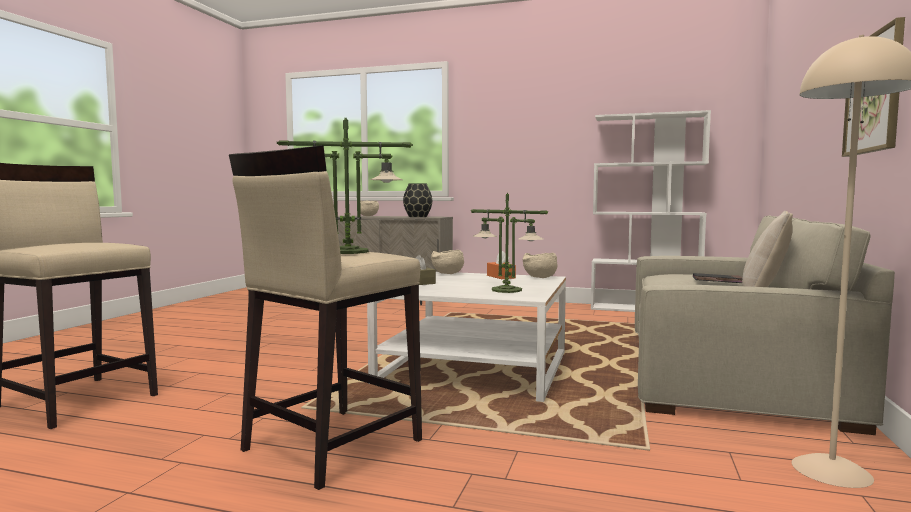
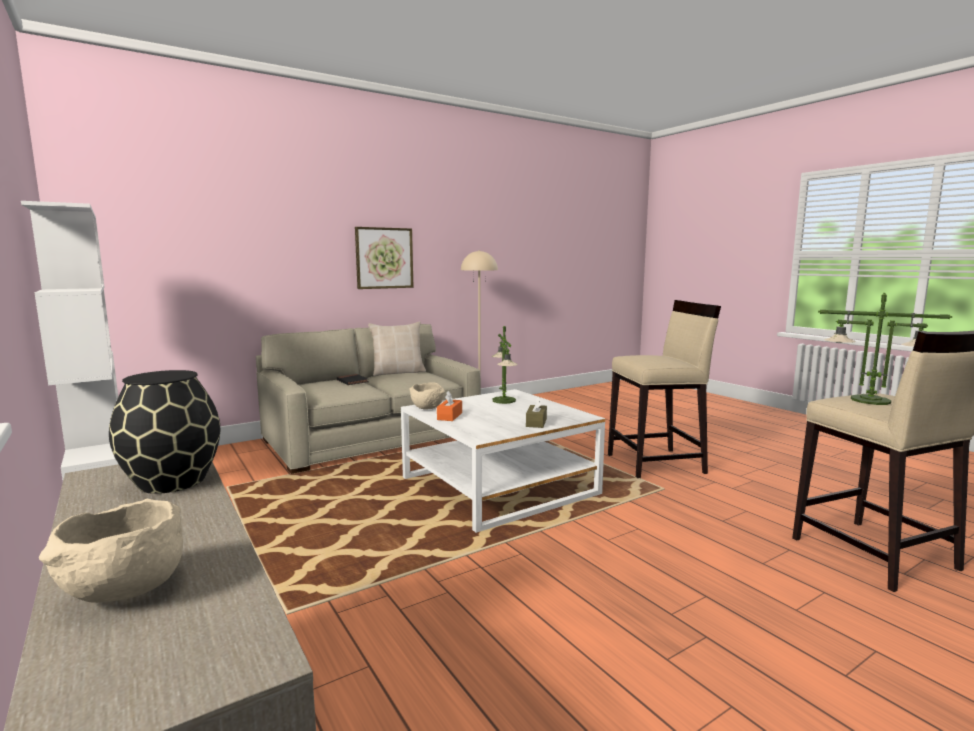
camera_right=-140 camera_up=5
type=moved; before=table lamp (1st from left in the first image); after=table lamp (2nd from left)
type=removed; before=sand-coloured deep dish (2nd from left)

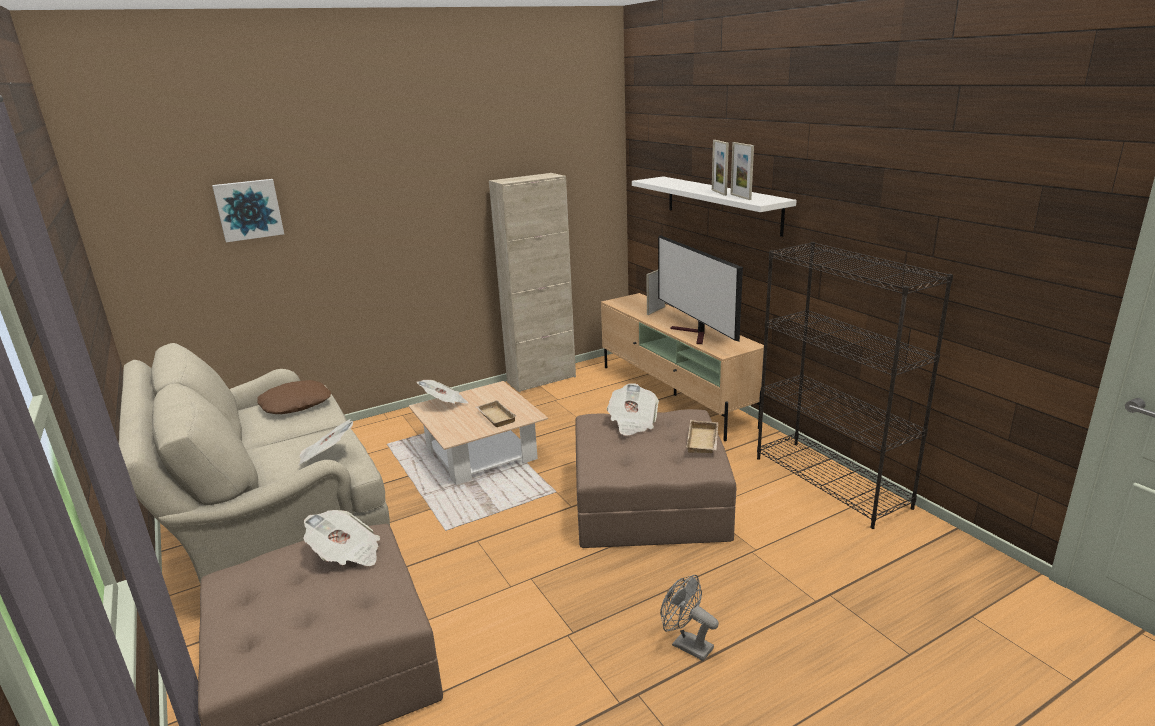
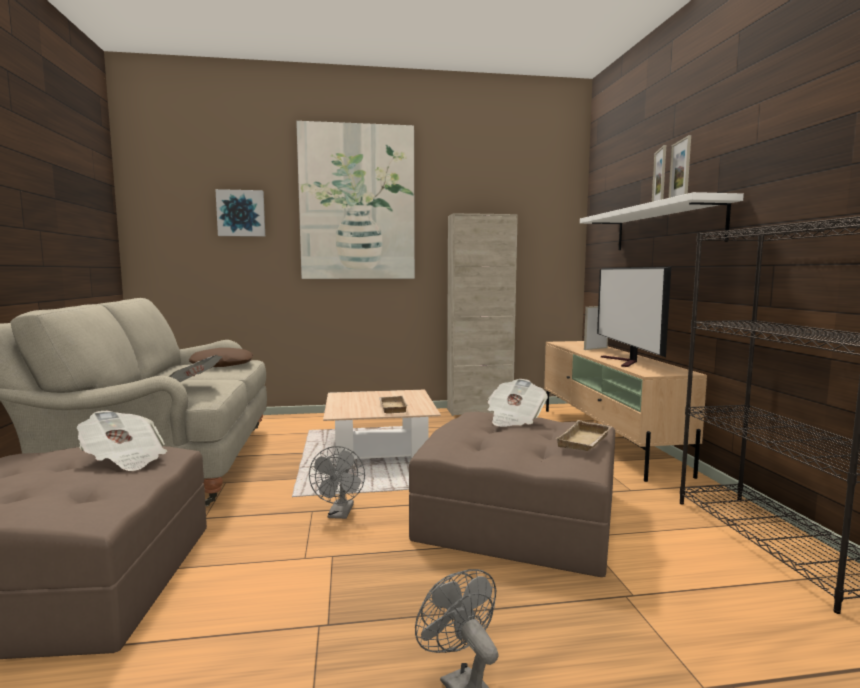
camera_right=20 camera_up=-15
type=added; after=picture (2nd from left)
type=added; after=gray fan (1st from left)
type=removed; before=daily paper (3rd from left)

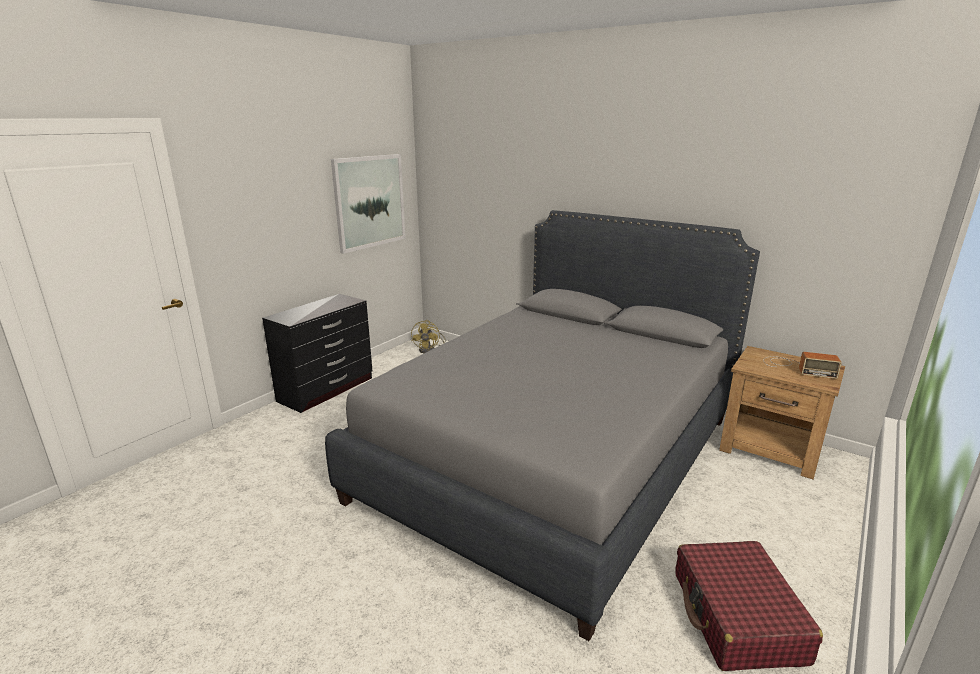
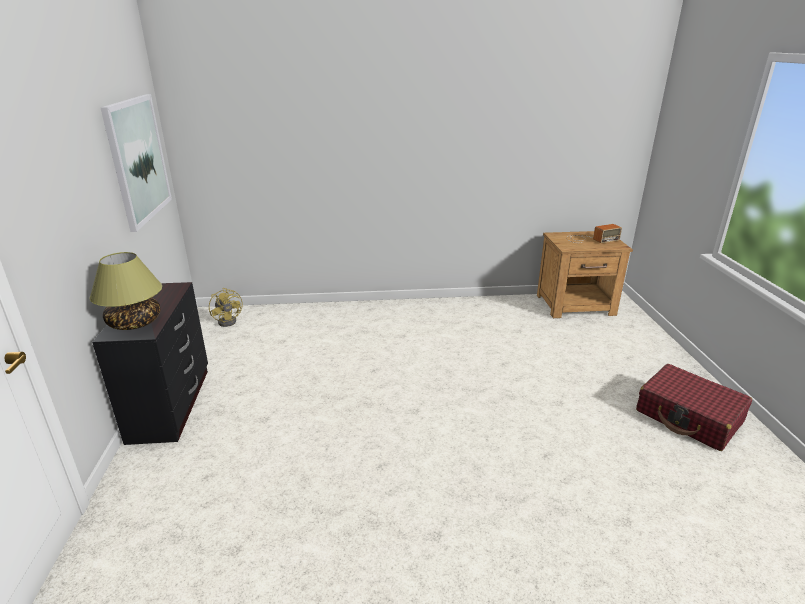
camera_right=-40 camera_up=5
type=added; after=table lamp
type=removed; before=gray bed

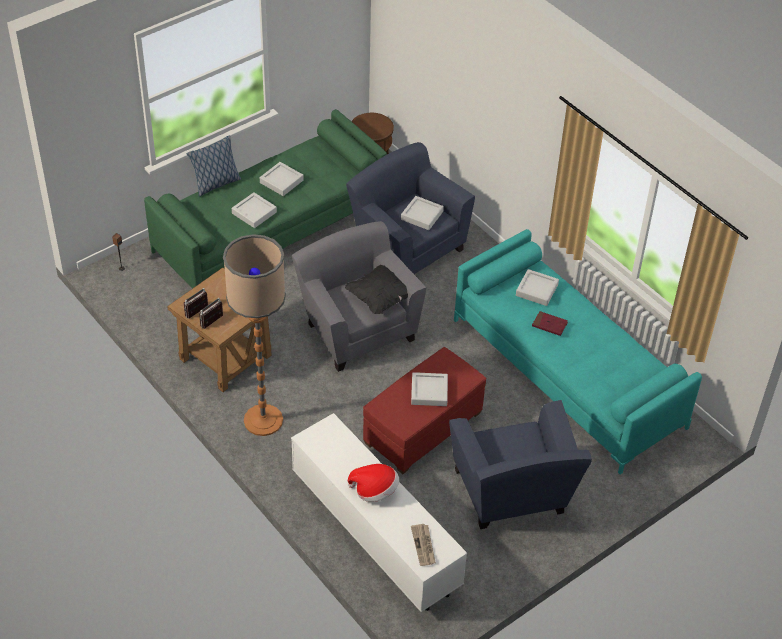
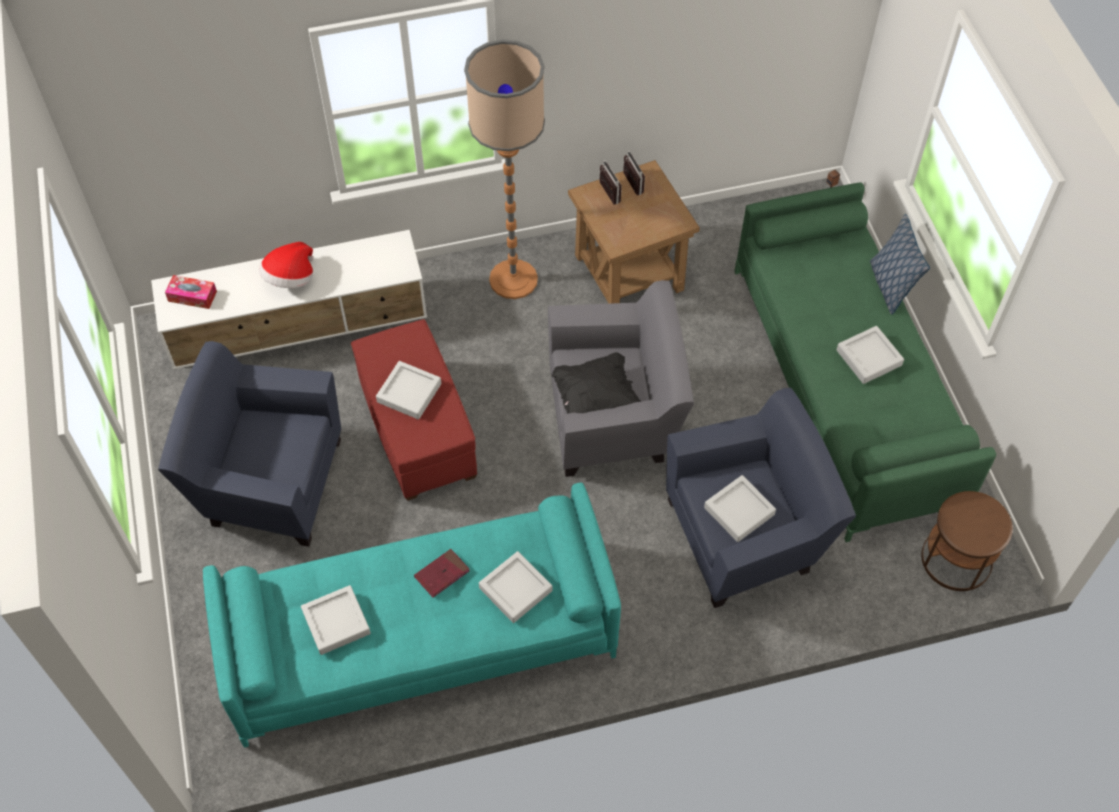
camera_right=115 camera_up=10
type=replaced; before=daily paper; after=box of tissues
type=moved; before=gray serving tray (1st from left)

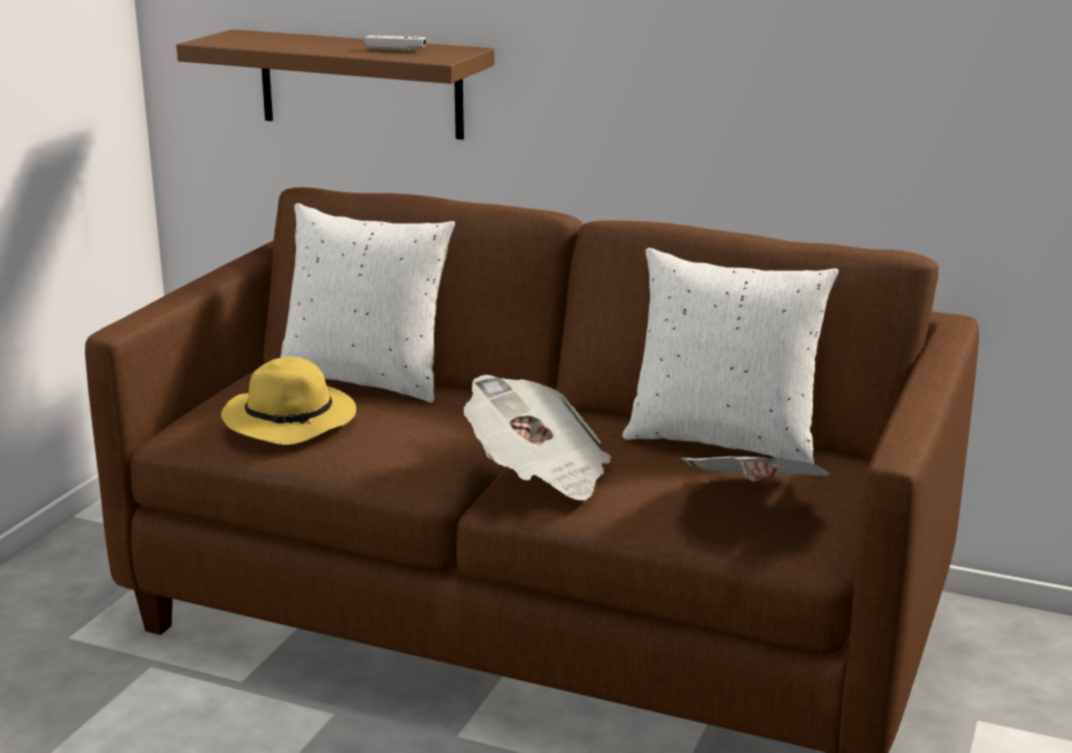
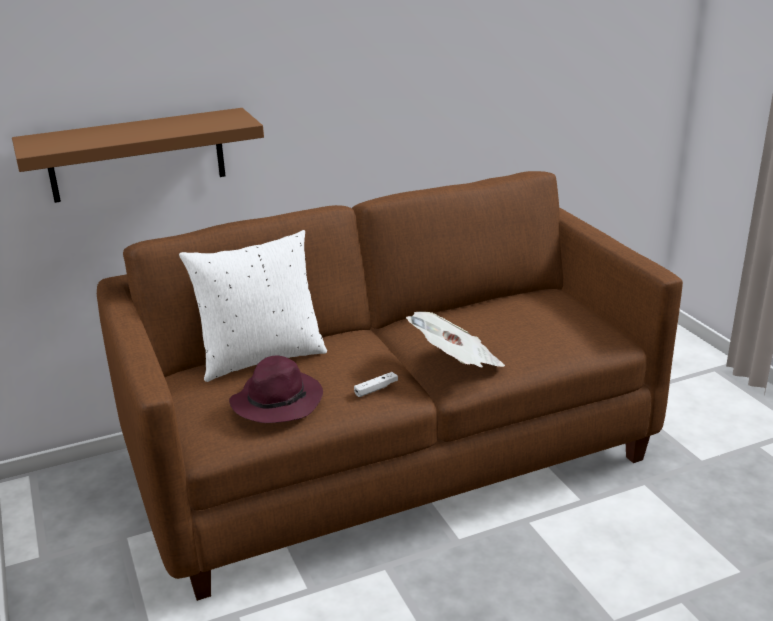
camera_right=-45 camera_up=5
type=recoloured; before=yellow hat; after=purple-coloured hat
type=moved; before=white gamepad
type=removed; before=white pillow (2nd from left)
type=removed; before=daily paper (2nd from left)

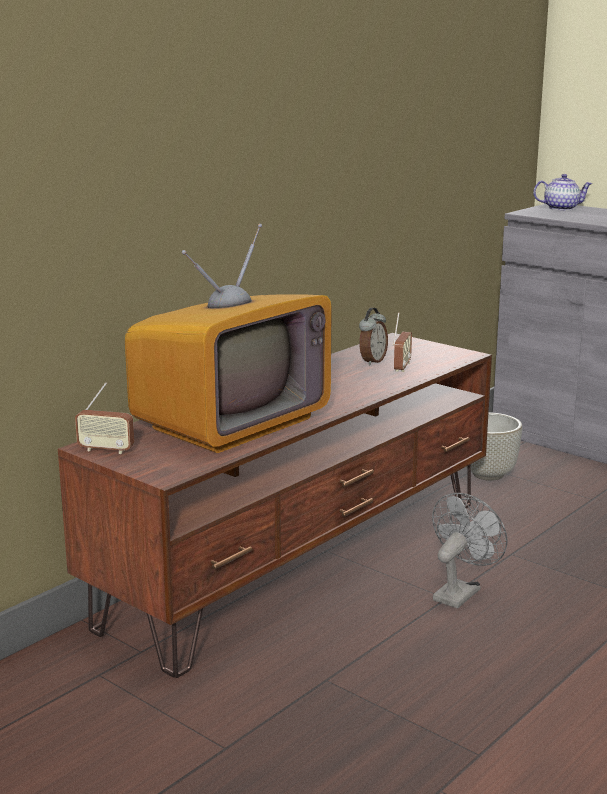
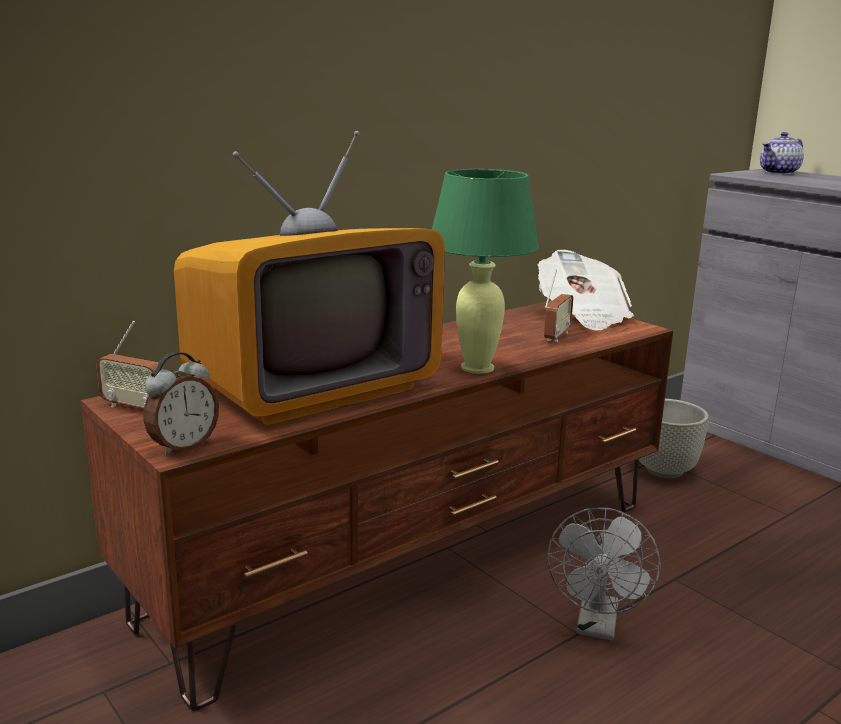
camera_right=10 camera_up=0
type=moved; before=alarm clock
type=added; after=green-coloured table lamp
type=added; after=daily paper
type=turned; before=gray fan; turn=150
type=turned; before=teapot; turn=135

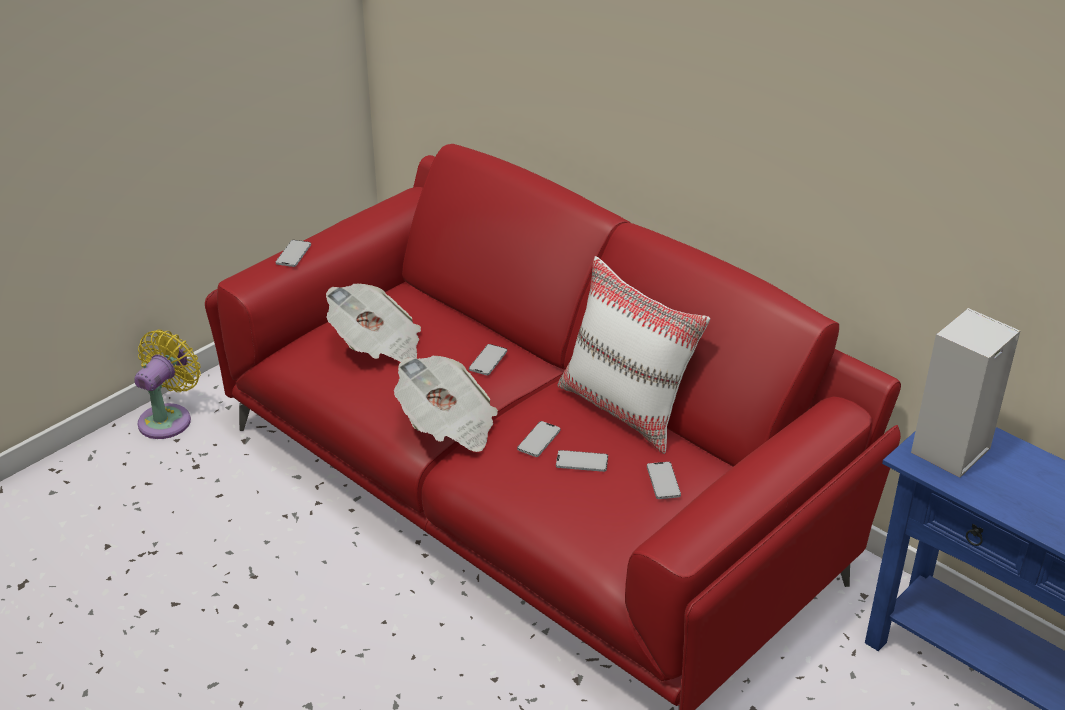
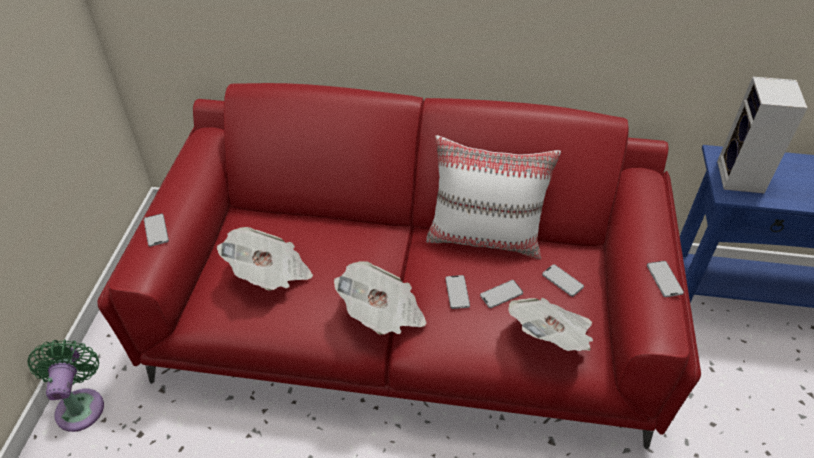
camera_right=-35 camera_up=10
type=recoloured; before=yellow fan; after=green-coloured fan
type=added; after=daily paper (3rd from left)
type=moved; before=phone (2nd from left in the first image); after=phone (5th from left)

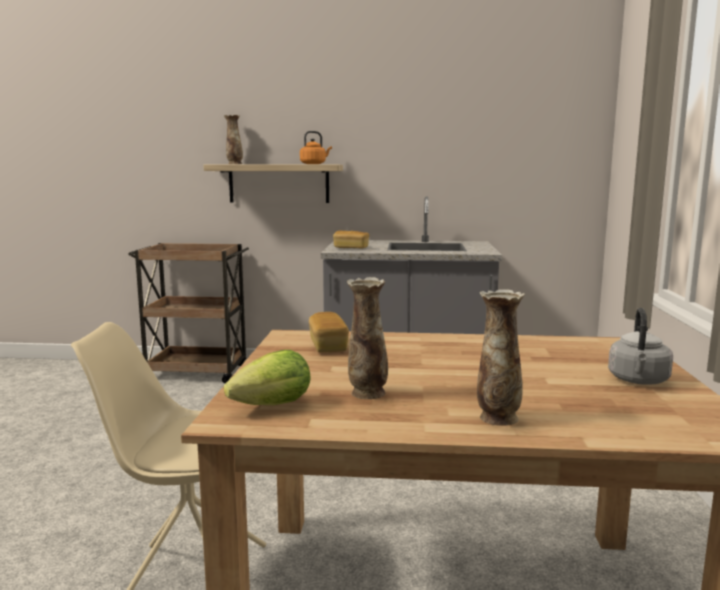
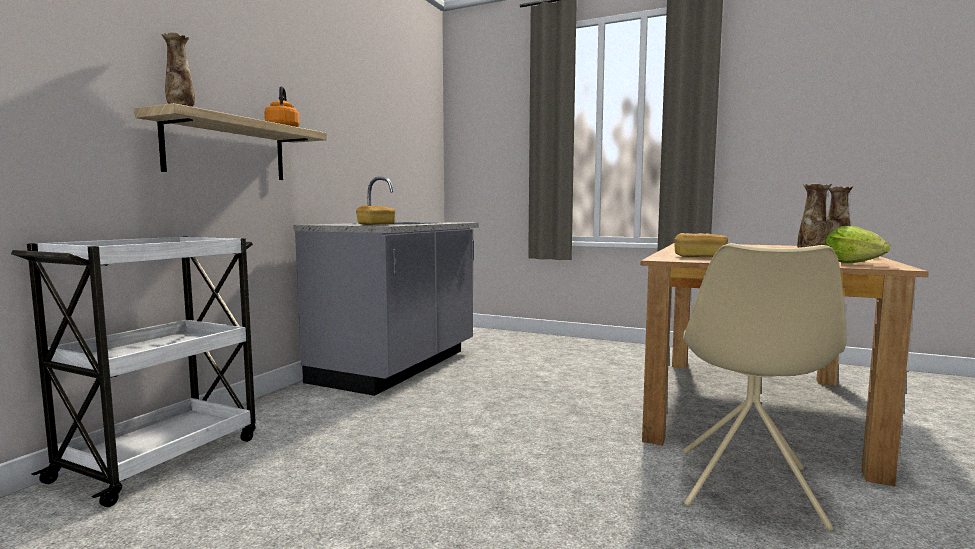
camera_right=-70 camera_up=-5
type=recoloured; before=brownish cart; after=white cart
type=removed; before=gray kettle

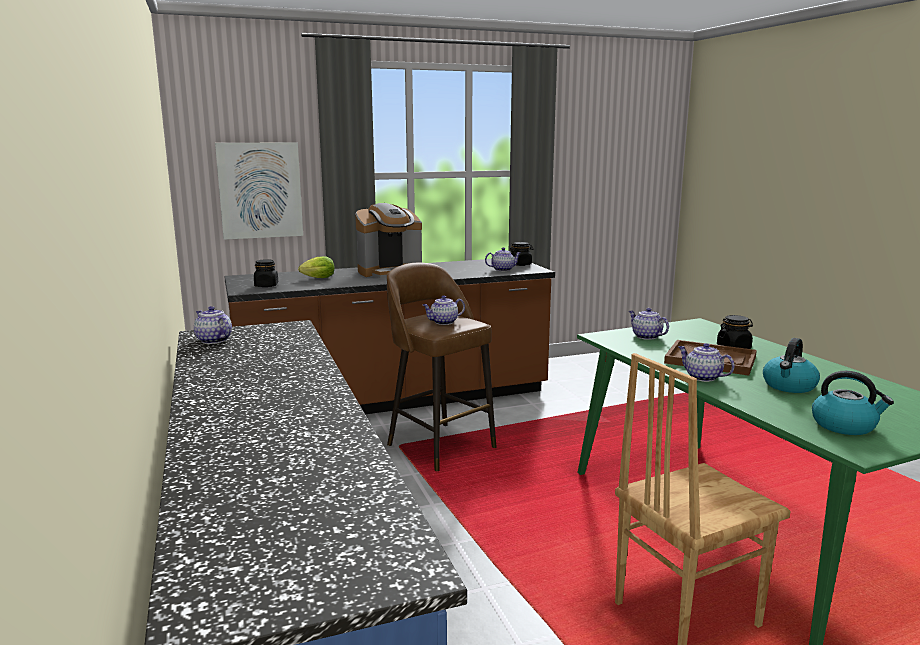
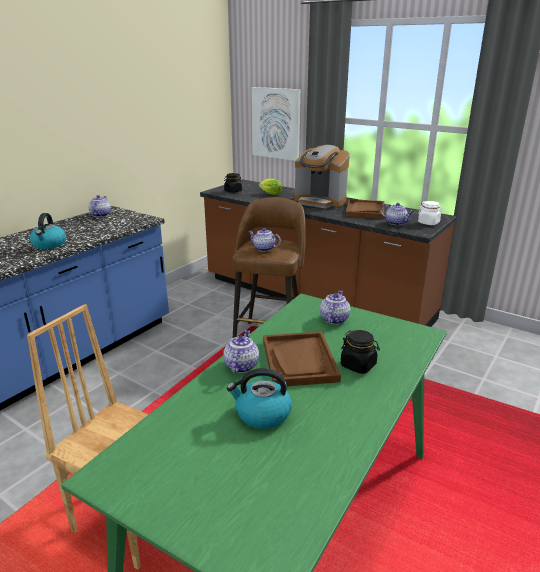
camera_right=55 camera_up=10
type=moved; before=kettle (2nd from left in the first image); after=kettle (1st from left)
type=added; after=brownish serving tray (2nd from left)
type=recoloured; before=black storage jar (2nd from left); after=white storage jar

